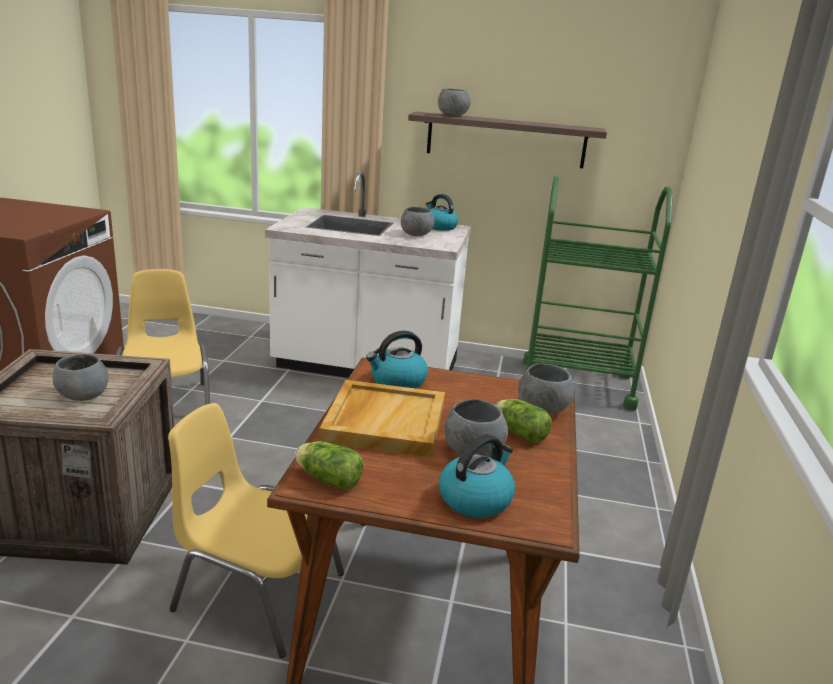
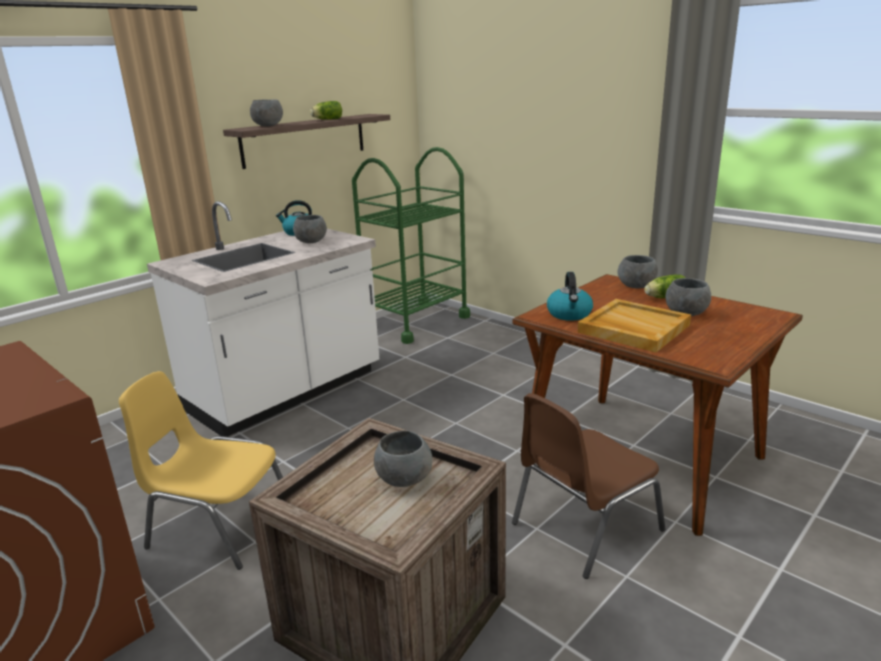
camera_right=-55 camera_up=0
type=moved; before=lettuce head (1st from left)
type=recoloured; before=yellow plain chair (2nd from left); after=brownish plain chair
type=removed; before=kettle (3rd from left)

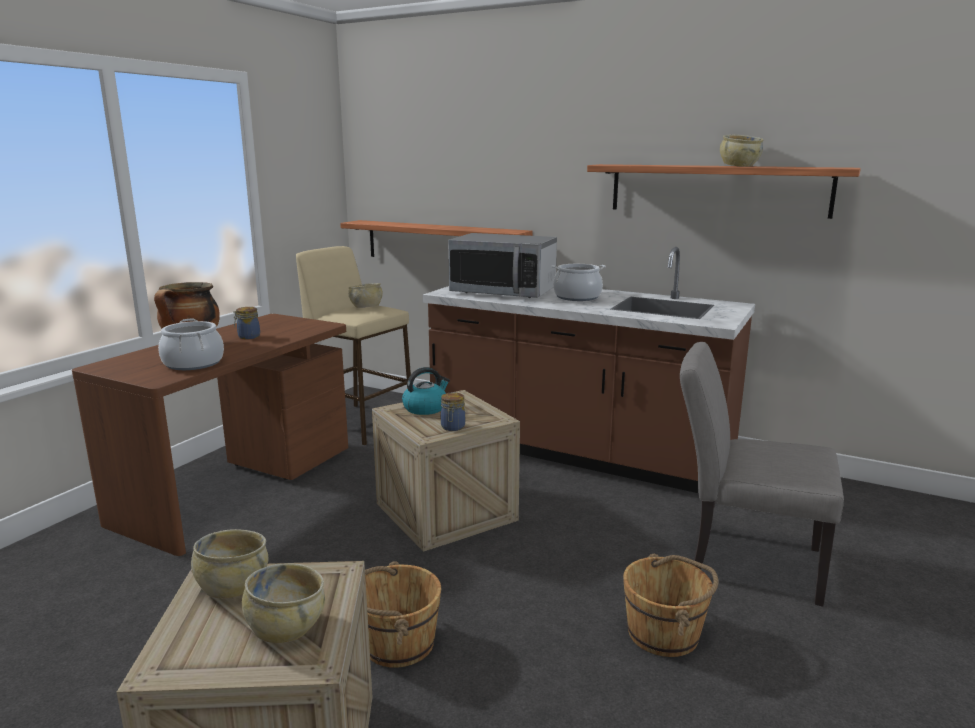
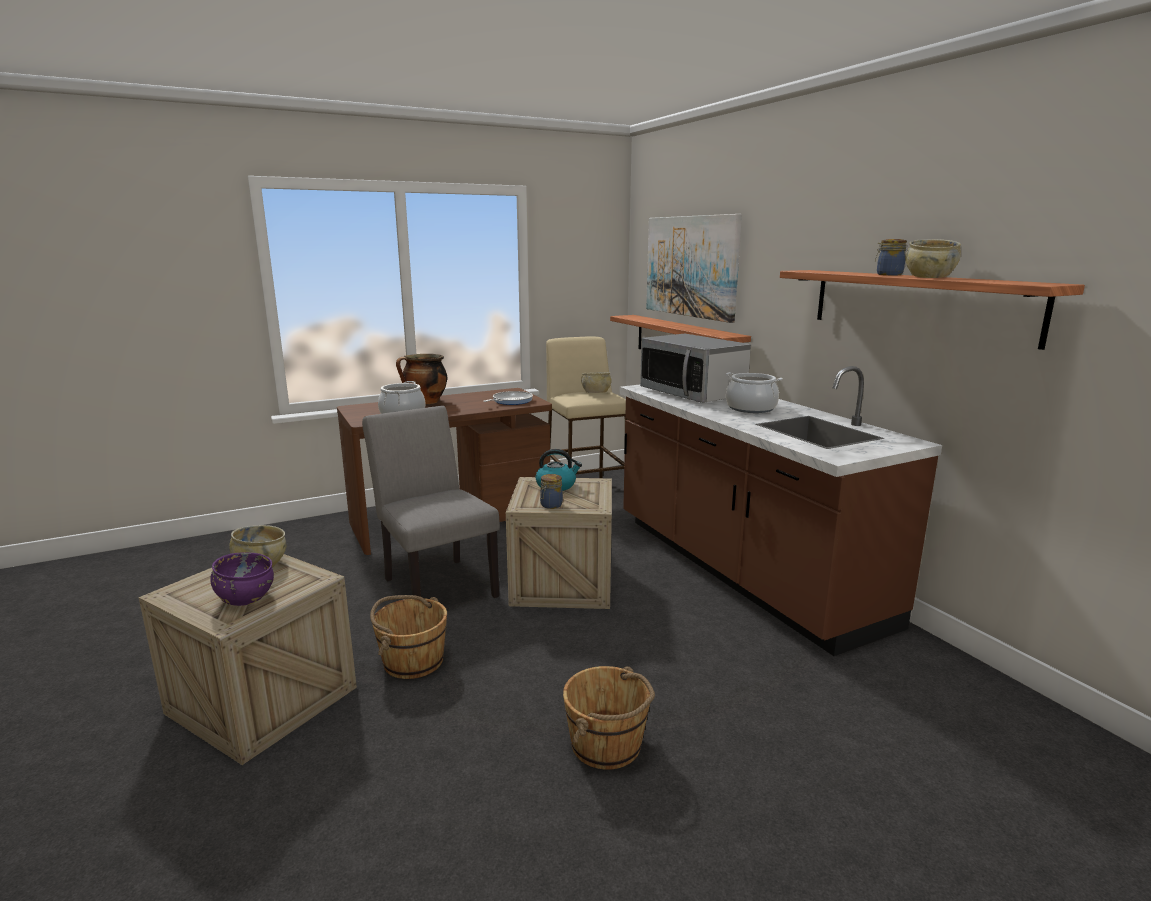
camera_right=35 camera_up=0
type=recoloured; before=sand-coloured deep dish (2nd from left); after=purple-coloured deep dish
type=moved; before=gray plain chair
type=added; after=skillet
type=added; after=picture
type=moved; before=storage jar (1st from left in the first image); after=storage jar (2nd from left)

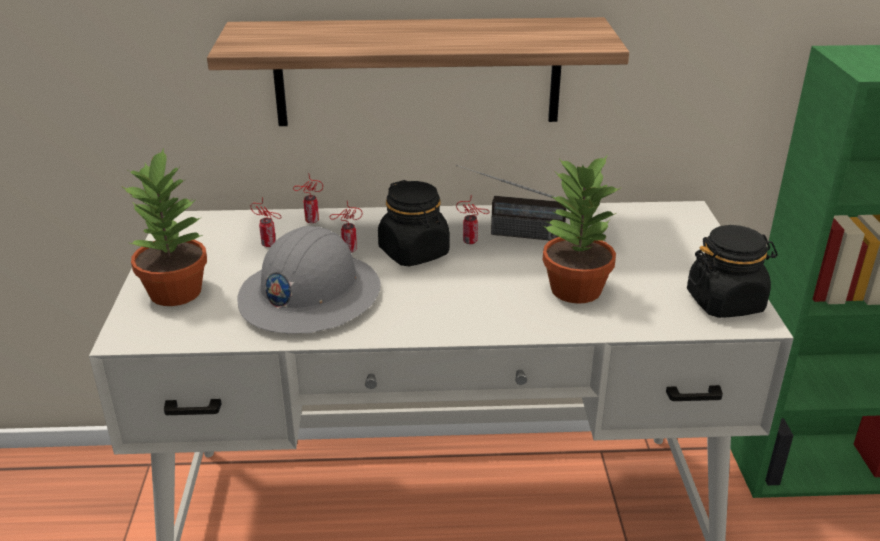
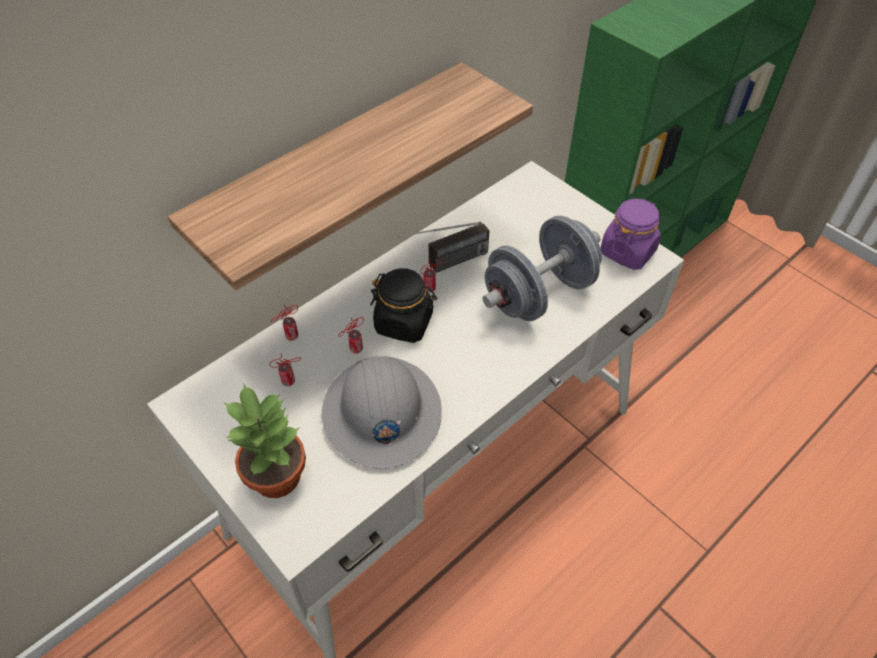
camera_right=-40 camera_up=20
type=replaced; before=houseplant (2nd from left); after=gray free weight
type=recoloured; before=black storage jar (2nd from left); after=purple-coloured storage jar

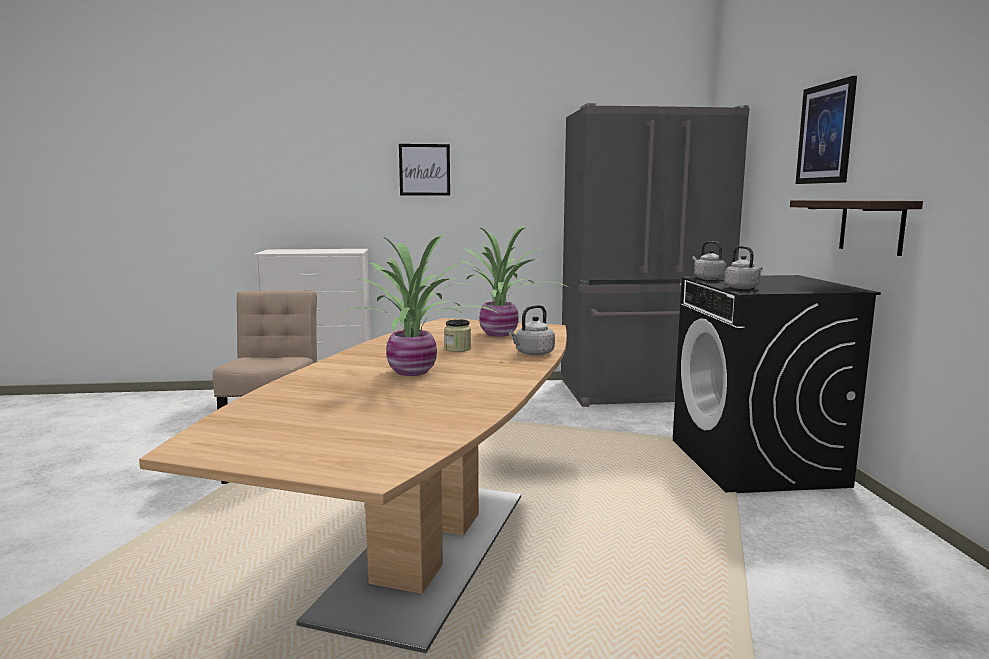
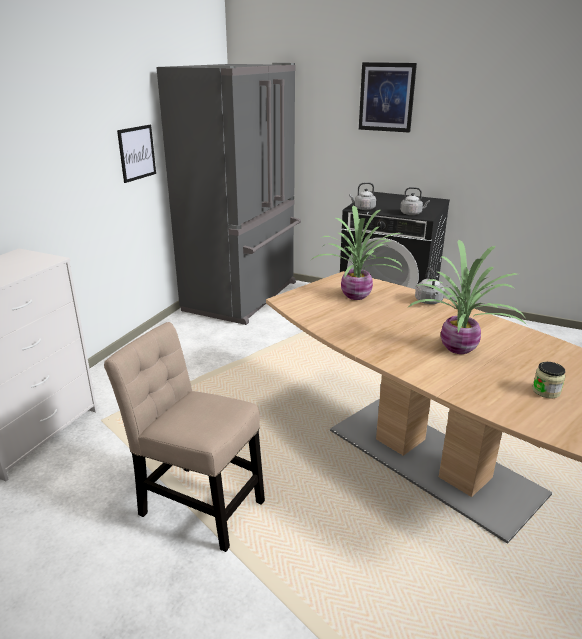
camera_right=-60 camera_up=15
type=moved; before=picture (1st from left)
type=moved; before=storage jar
type=removed; before=shelf

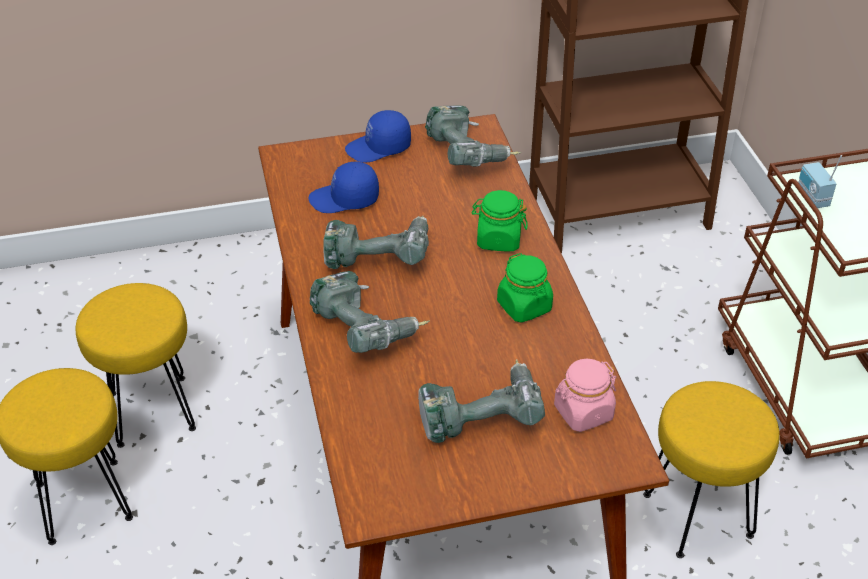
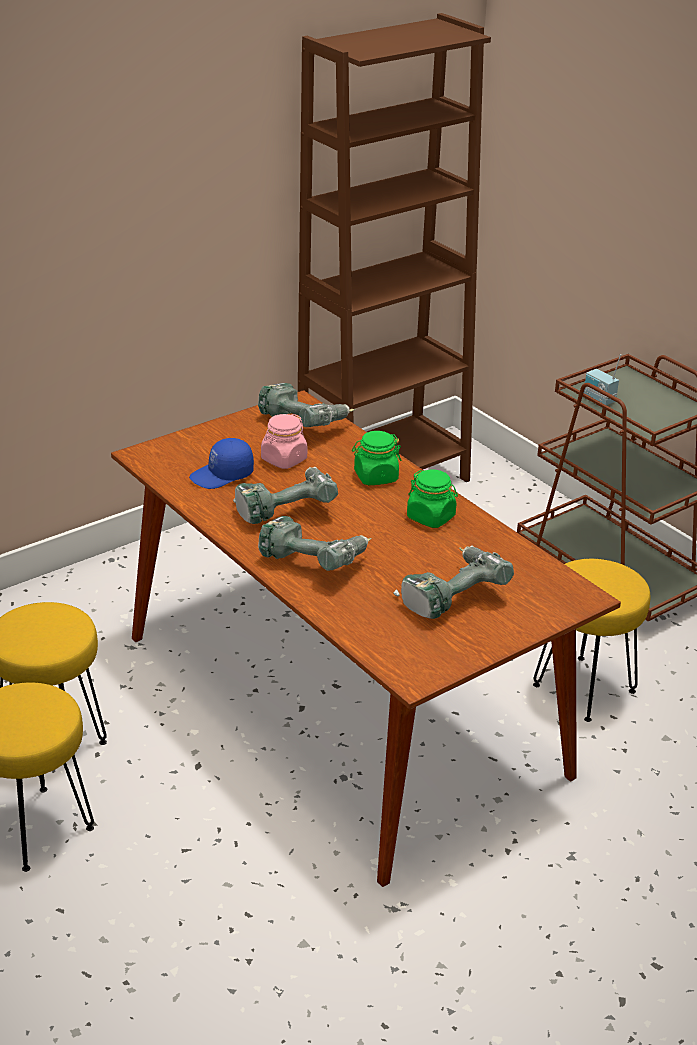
camera_right=-25 camera_up=-10
type=moved; before=pinkish storage jar
type=removed; before=bluish baseball cap (2nd from left)

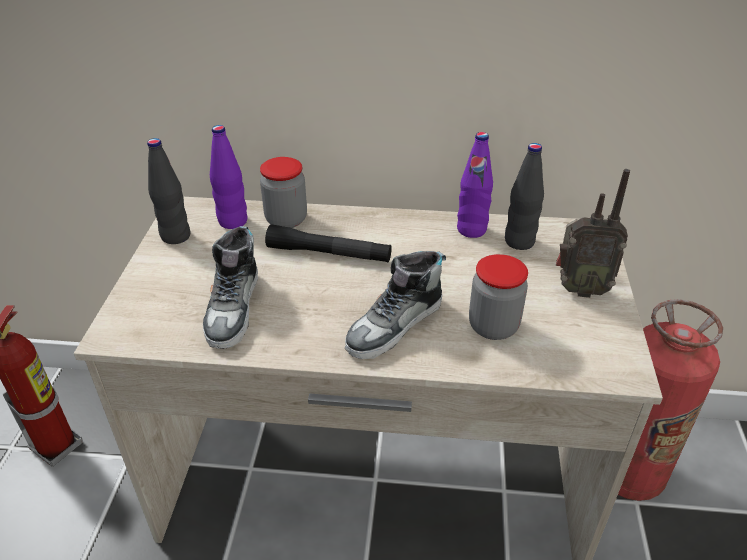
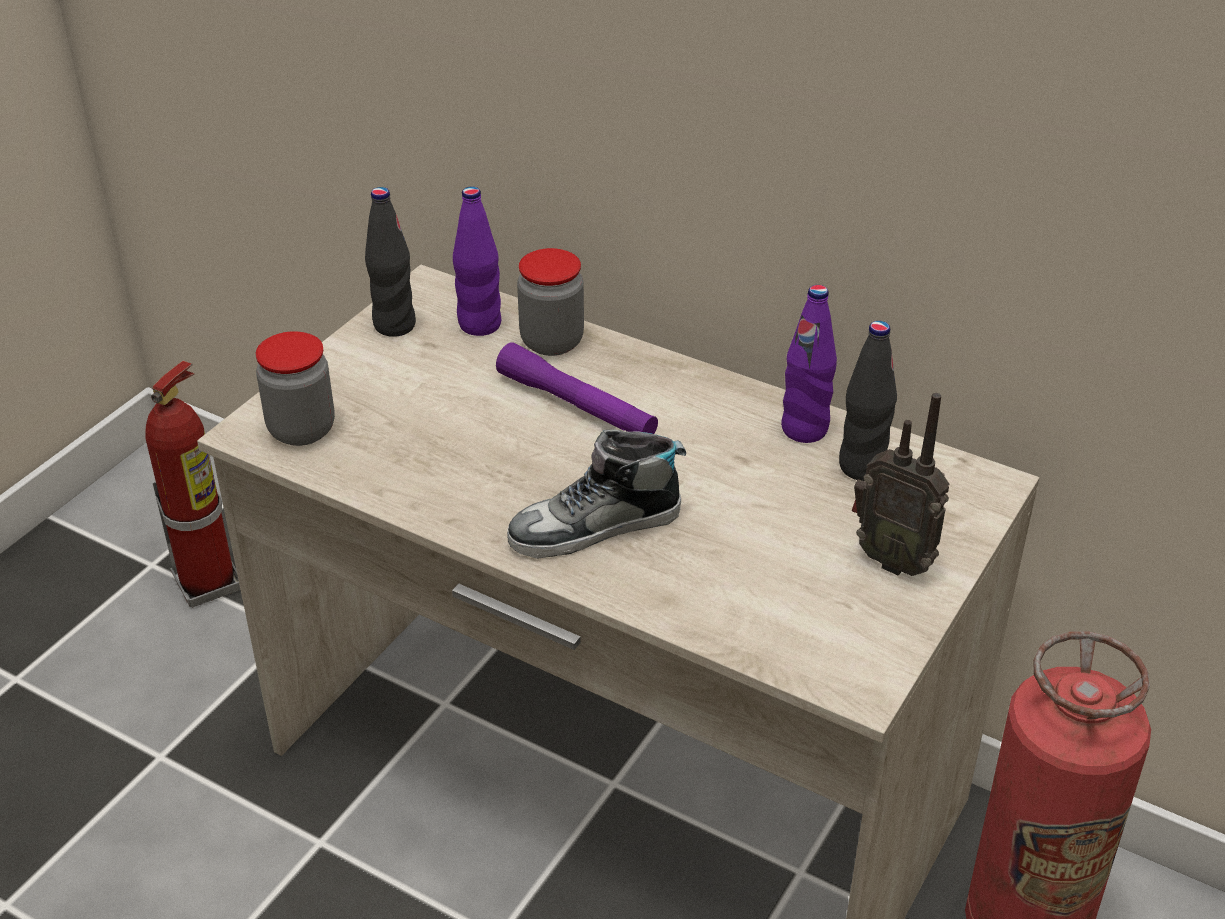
camera_right=25 camera_up=0
type=moved; before=storage jar (2nd from left in the first image); after=storage jar (1st from left)
type=recoloured; before=black flashlight; after=purple-coloured flashlight
type=removed; before=shoe (1st from left)

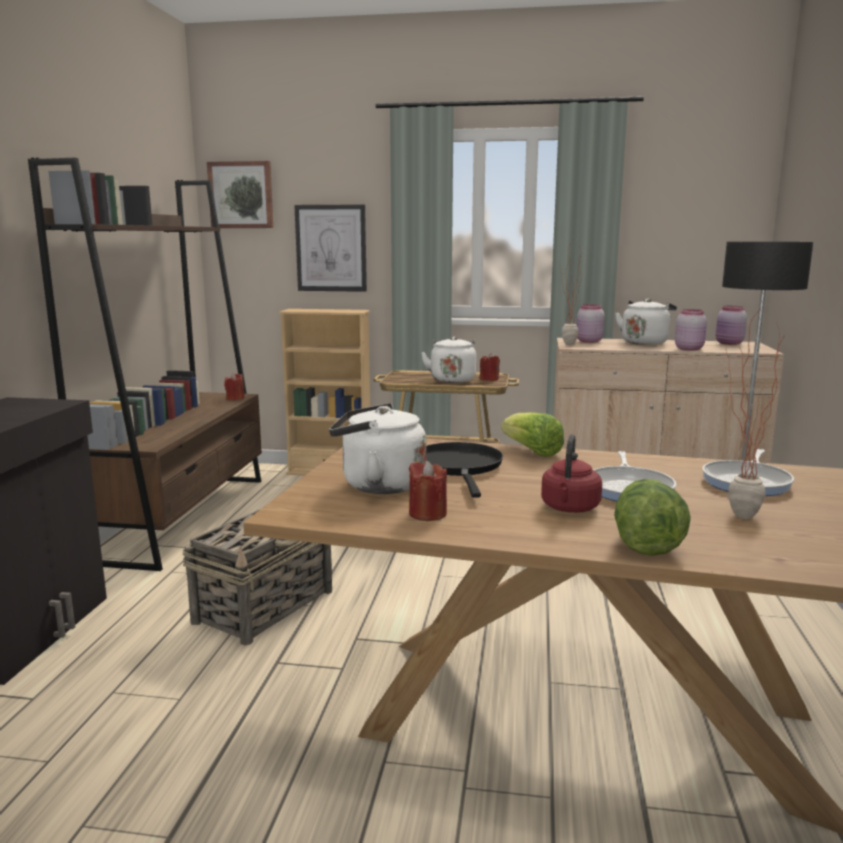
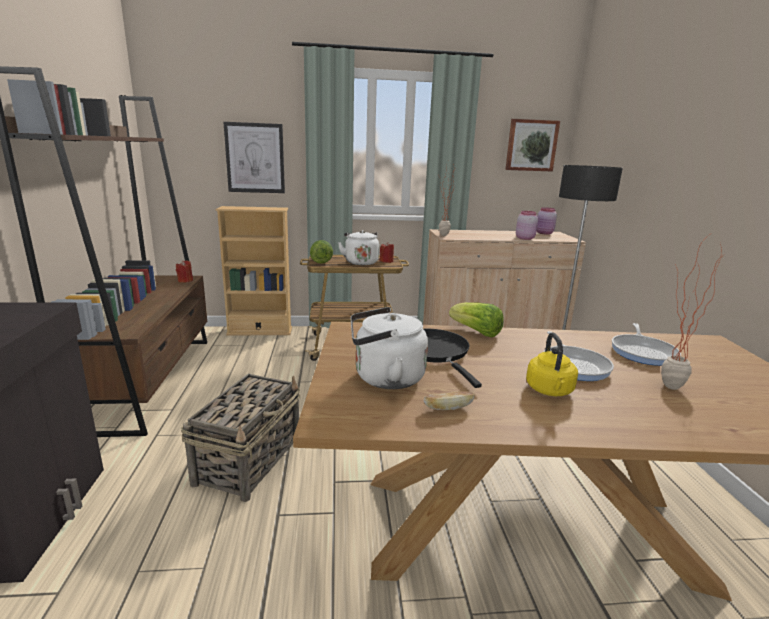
camera_right=-15 camera_up=5
type=moved; before=lettuce head (2nd from left in the first image); after=lettuce head (1st from left)
type=replaced; before=reddish wax light (2nd from left); after=bread
type=moved; before=picture (1st from left in the first image); after=picture (2nd from left)
type=recoloured; before=reddish kettle; after=yellow kettle
type=removed; before=pinkish storage jar (1st from left)
type=removed; before=white kettle (3rd from left)

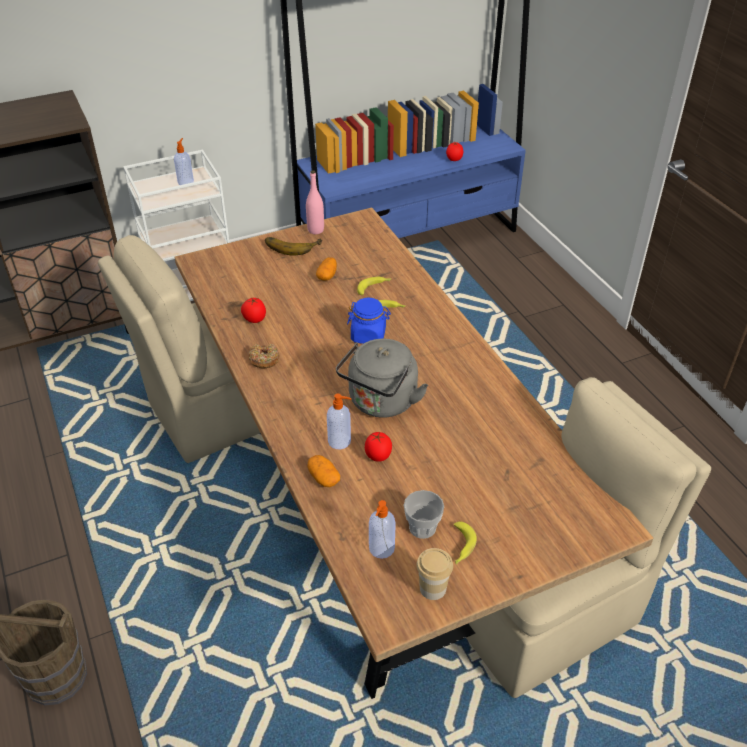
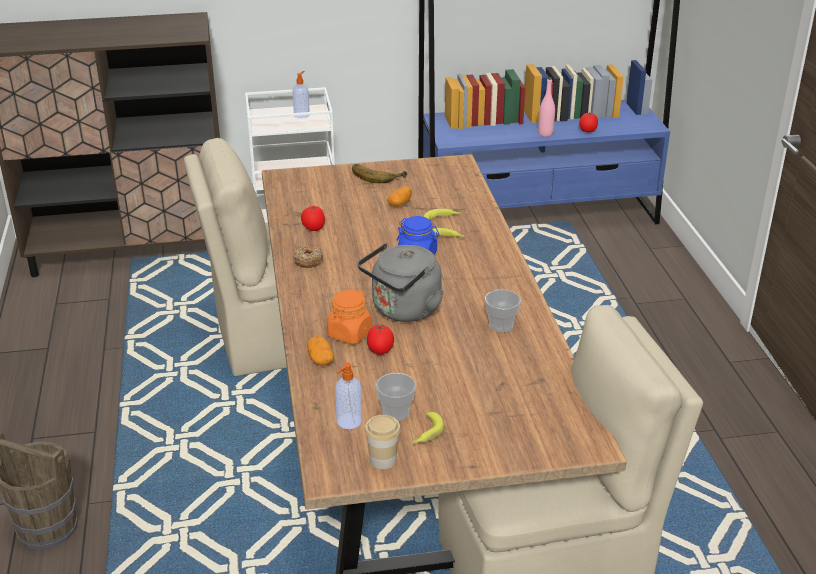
camera_right=15 camera_up=-10
type=replaced; before=liquid soap bottle (2nd from left); after=orange-coloured storage jar
type=added; after=small cup (3rd from left)
type=moved; before=pinkish beverage bottle

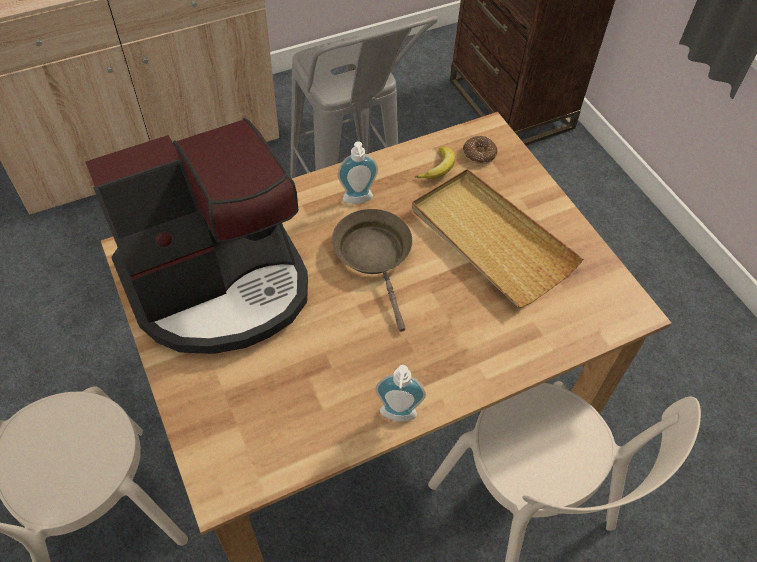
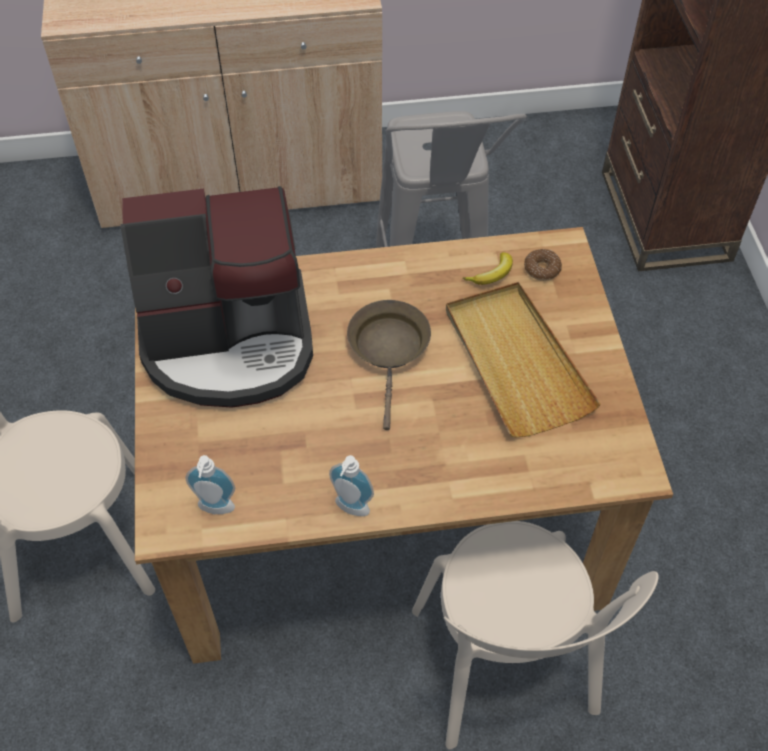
camera_right=20 camera_up=0
type=moved; before=liquid soap bottle (1st from left)

